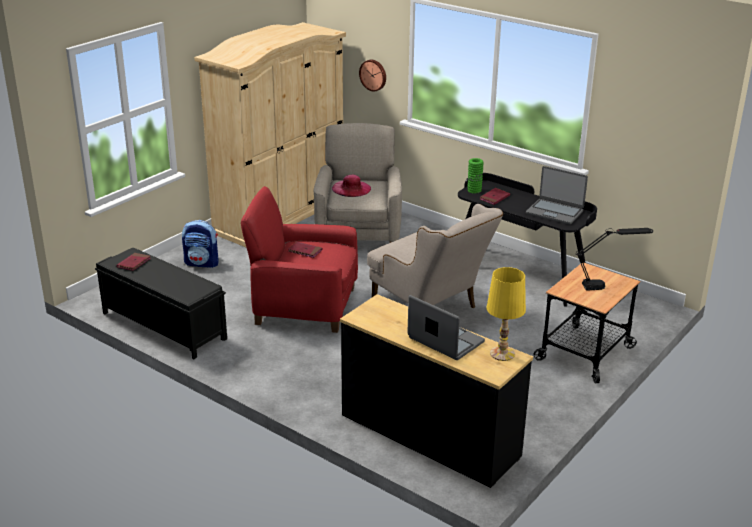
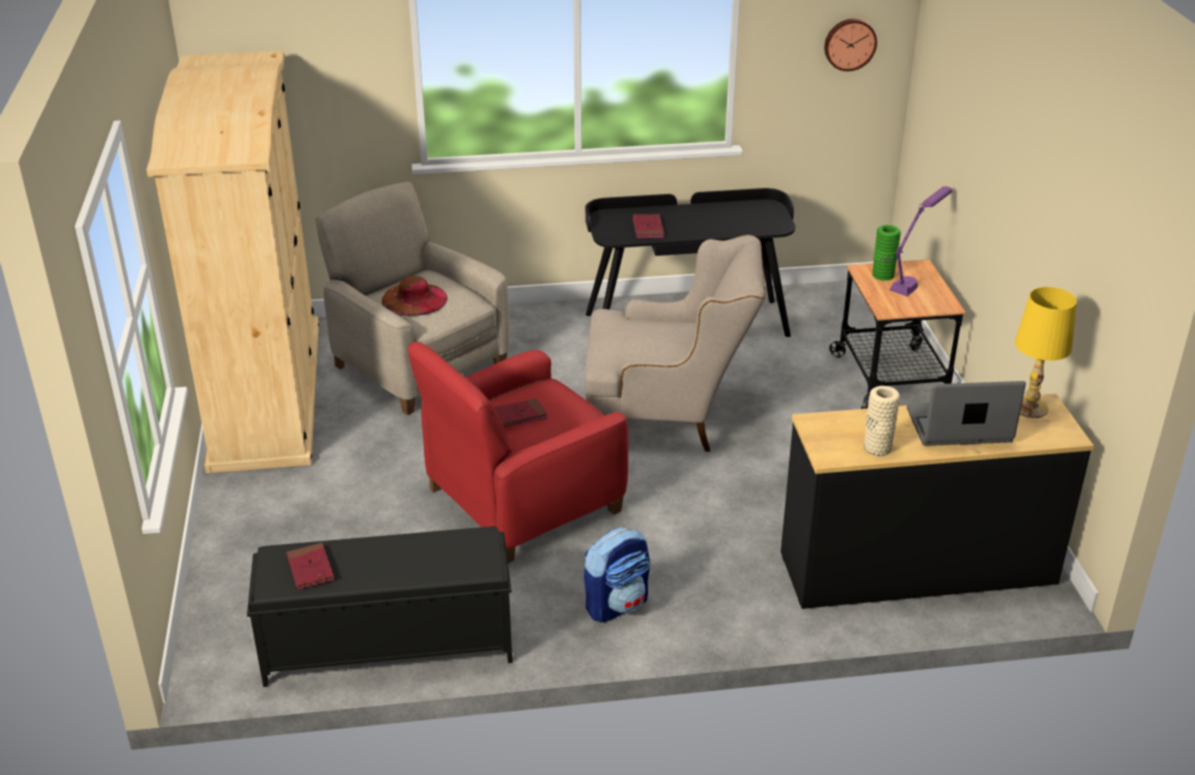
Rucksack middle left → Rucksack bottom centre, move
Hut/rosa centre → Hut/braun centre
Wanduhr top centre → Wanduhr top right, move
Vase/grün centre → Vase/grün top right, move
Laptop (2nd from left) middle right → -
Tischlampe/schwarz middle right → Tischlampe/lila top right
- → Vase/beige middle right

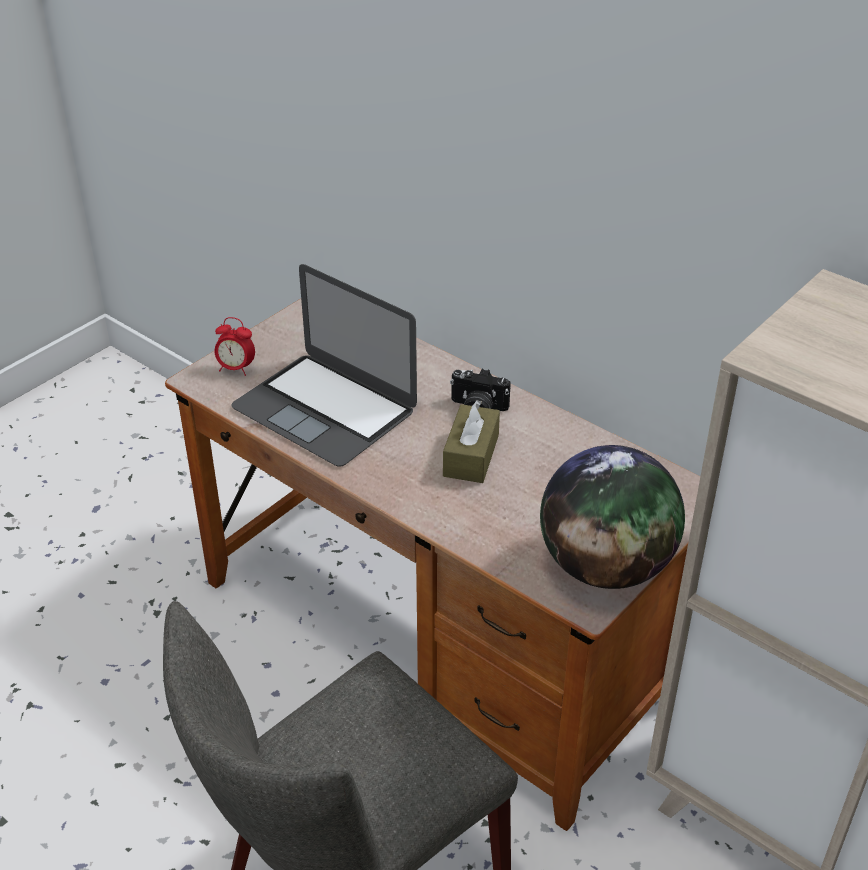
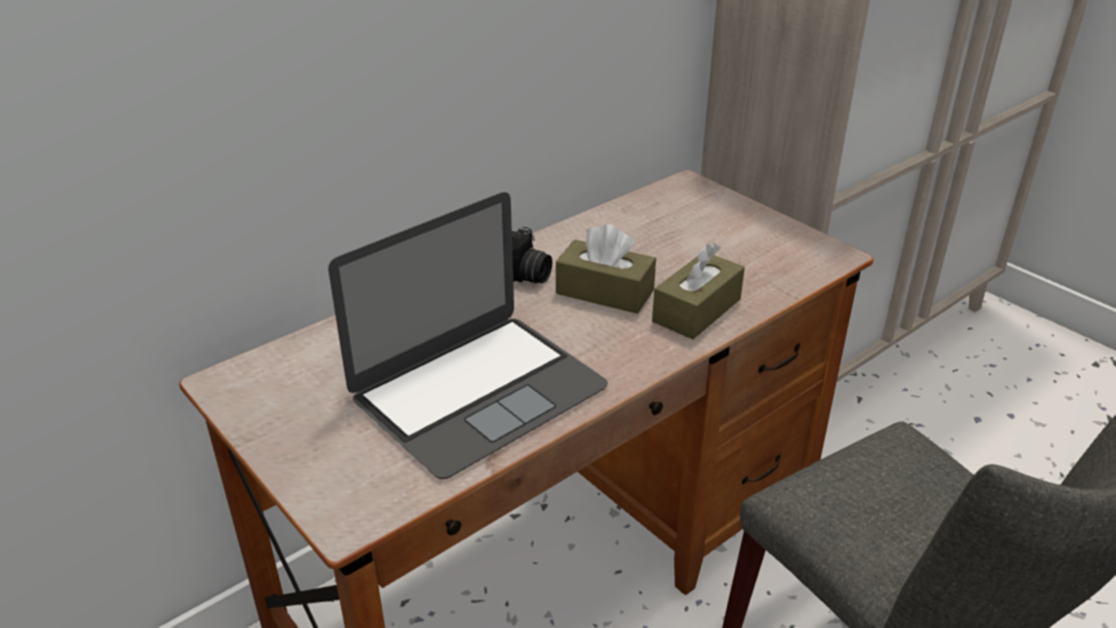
Wecker middle left → -
Globus middle right → -
- → Taschentuchbox/braun (2nd from left) centre

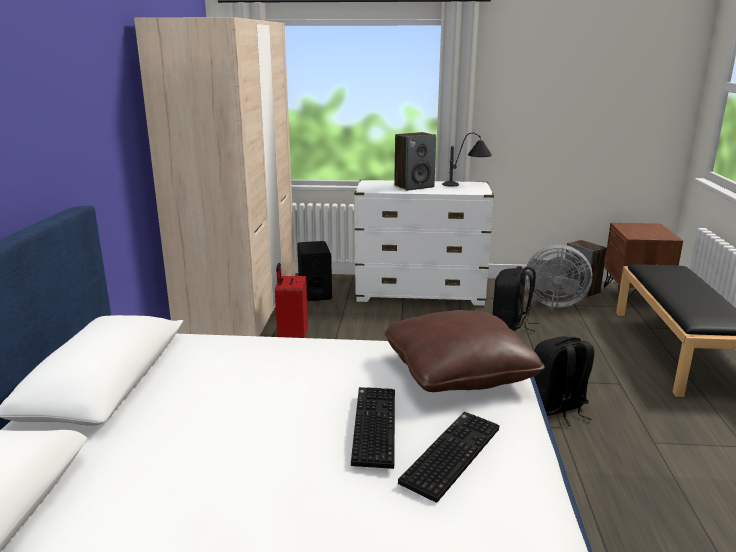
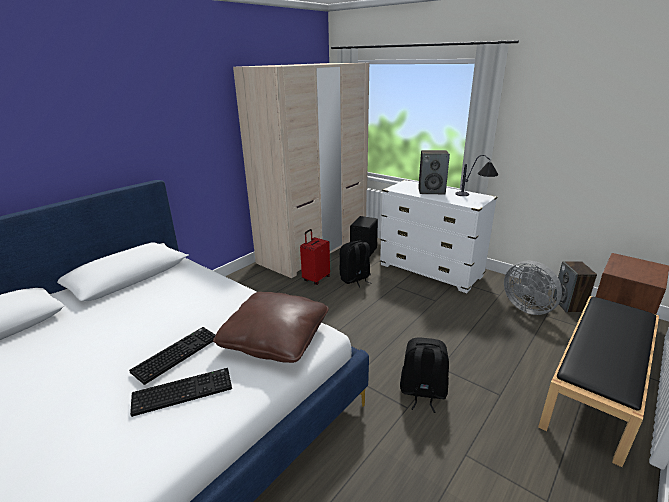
Rucksack/schwarz (1st from left) middle right → Rucksack/schwarz (1st from left) centre, move

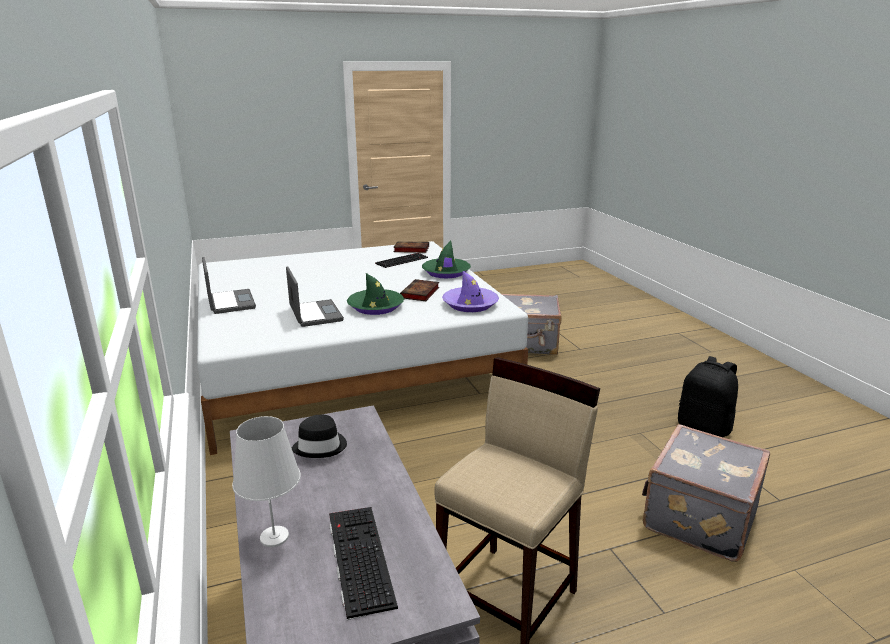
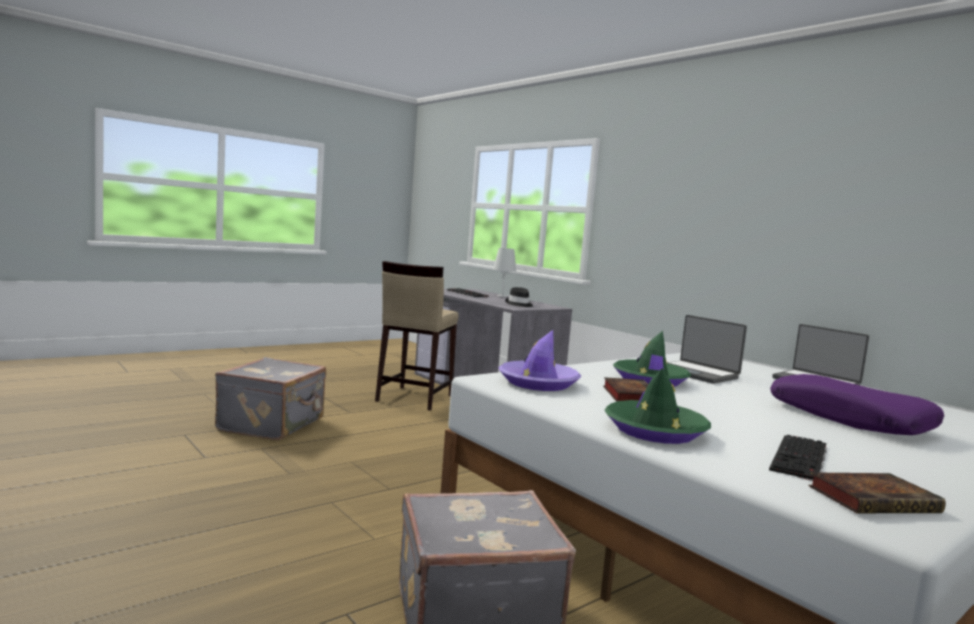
Rucksack/schwarz middle right → -
- → Kissen/lila middle right

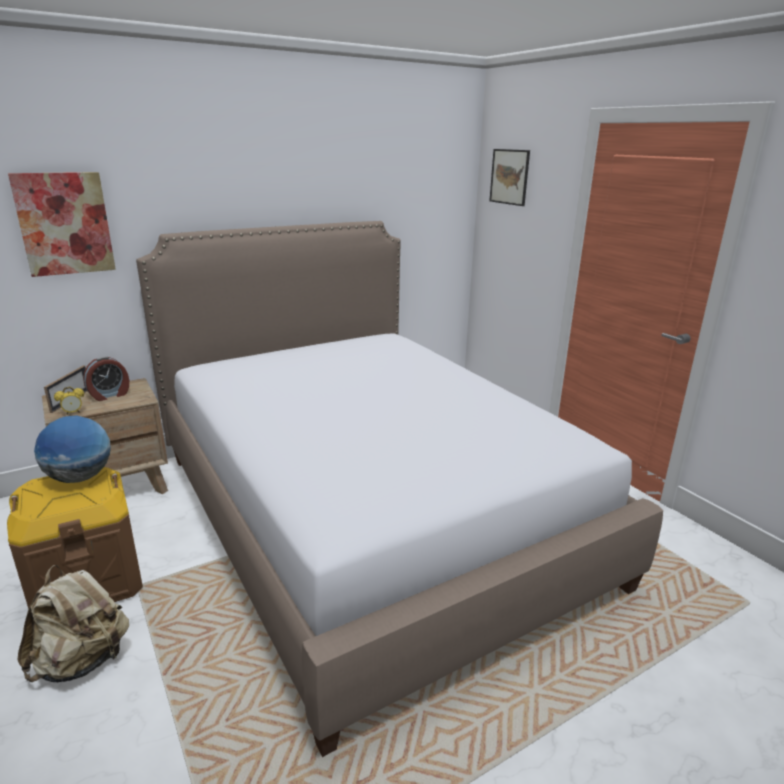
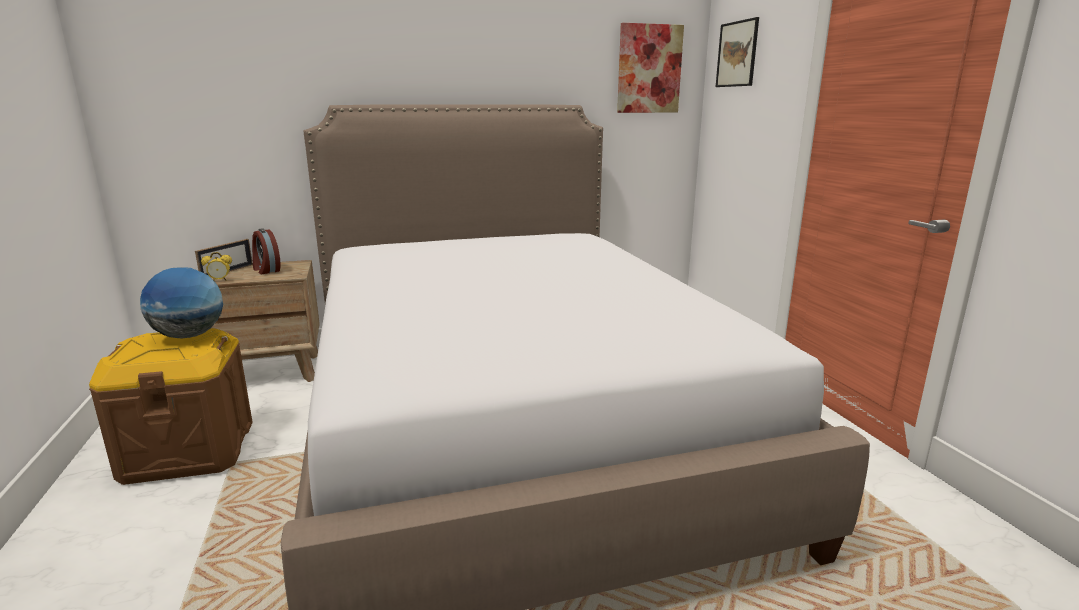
Bild (1st from left) top left → Bild (1st from left) top centre, move
Rucksack/beige bottom left → -
Wecker (2nd from left) middle left, 75 degrees clockwise

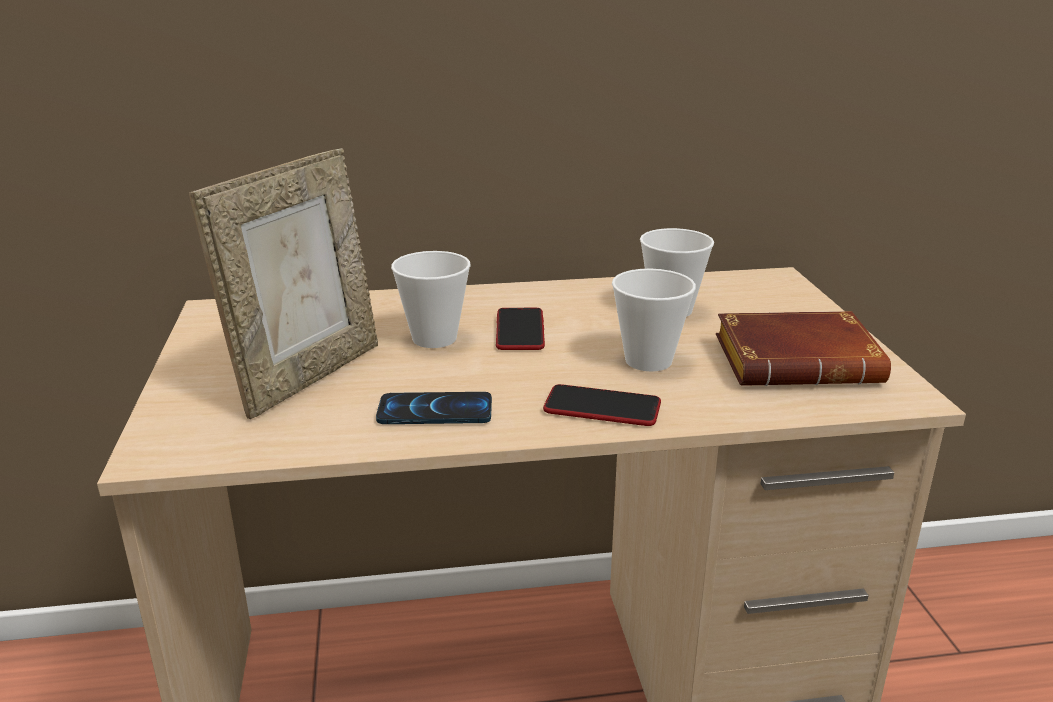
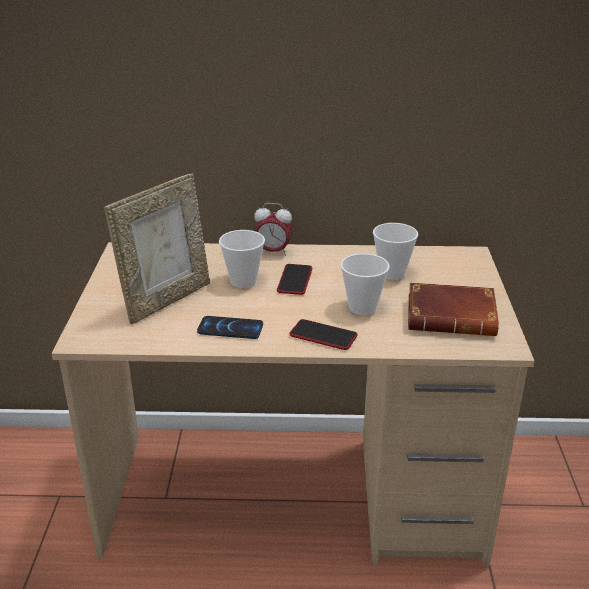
- → Wecker centre

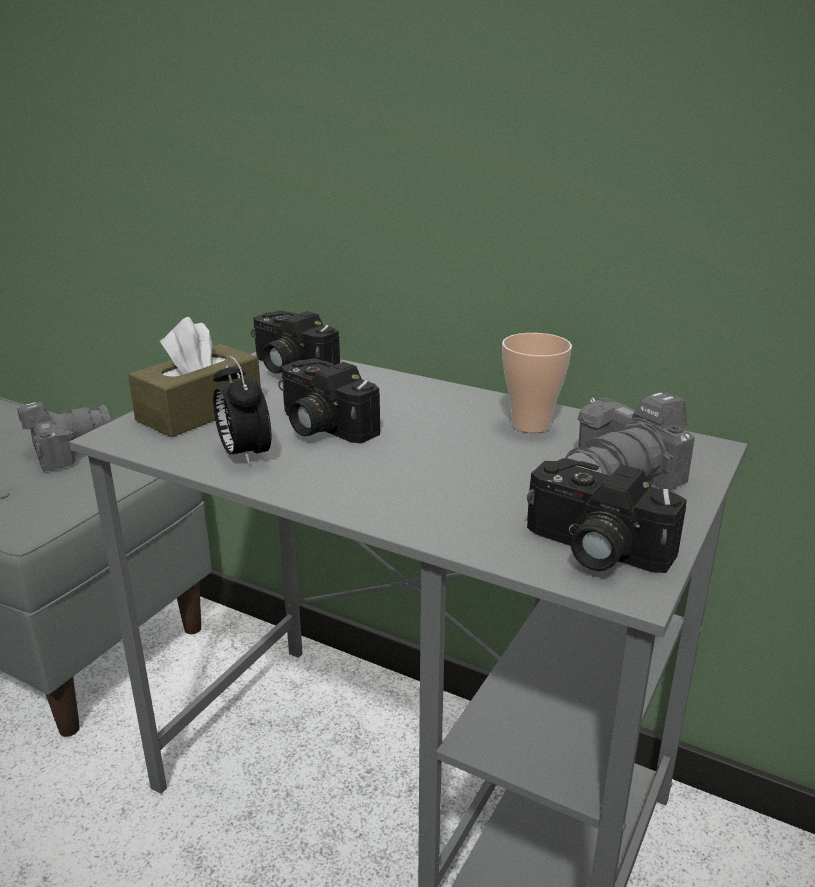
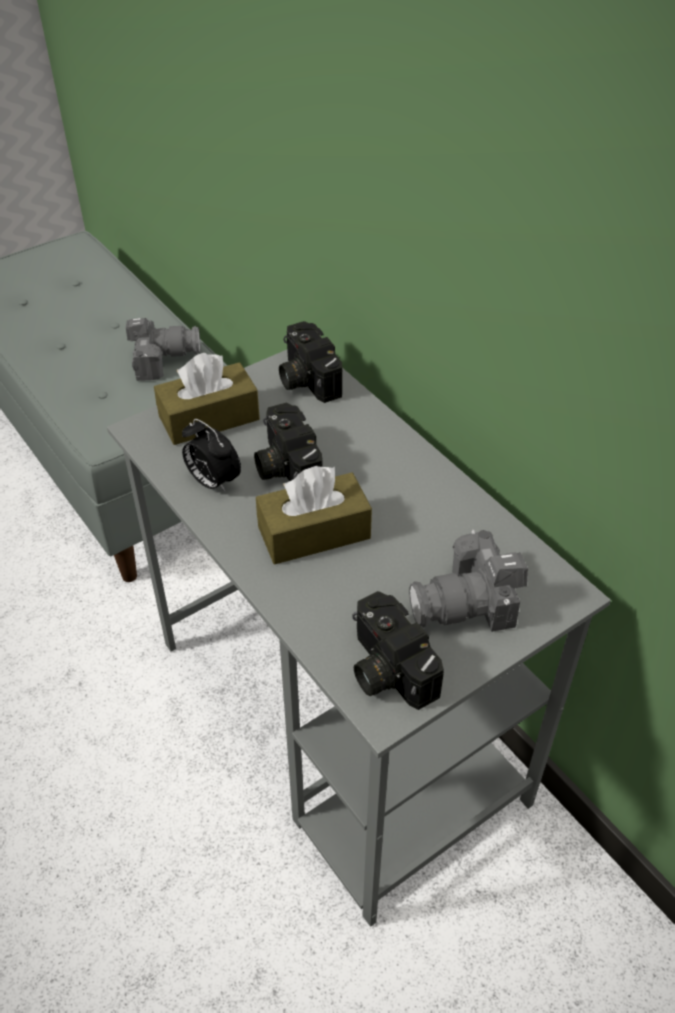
Wecker middle left, 45 degrees counterclockwise
Tasse centre → -
- → Taschentuchbox/braun (2nd from left) centre

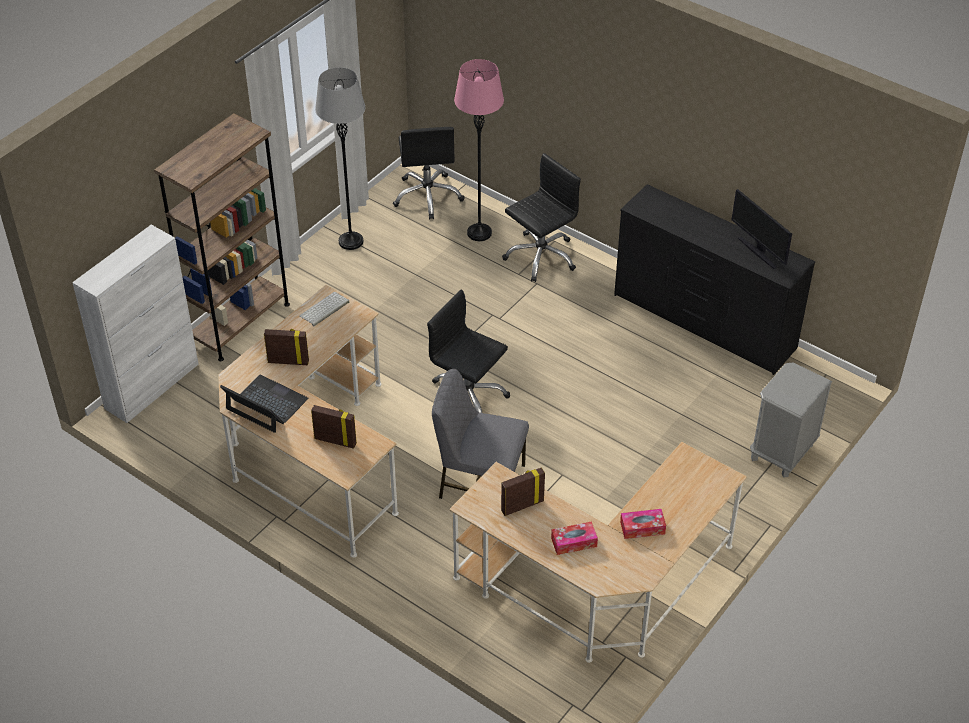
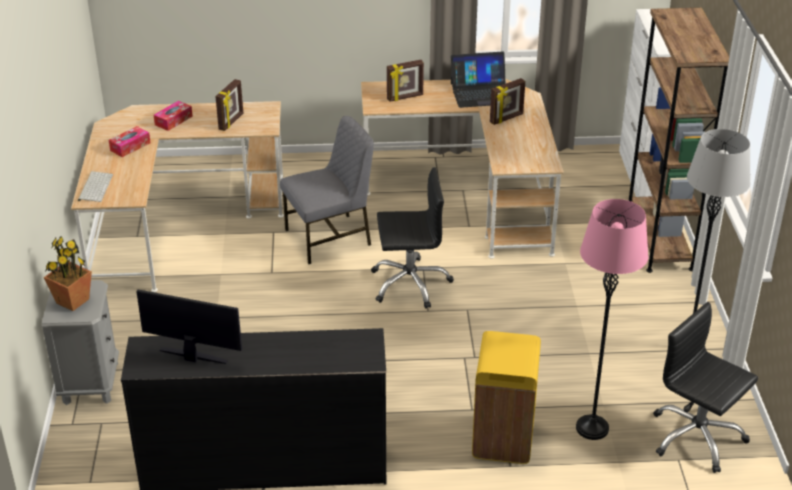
Tastatur centre → Tastatur middle left, move
Bürostuhl/schwarz (3rd from left) top centre → Mülleimer/gelb bottom centre
- → Topfpflanze middle left

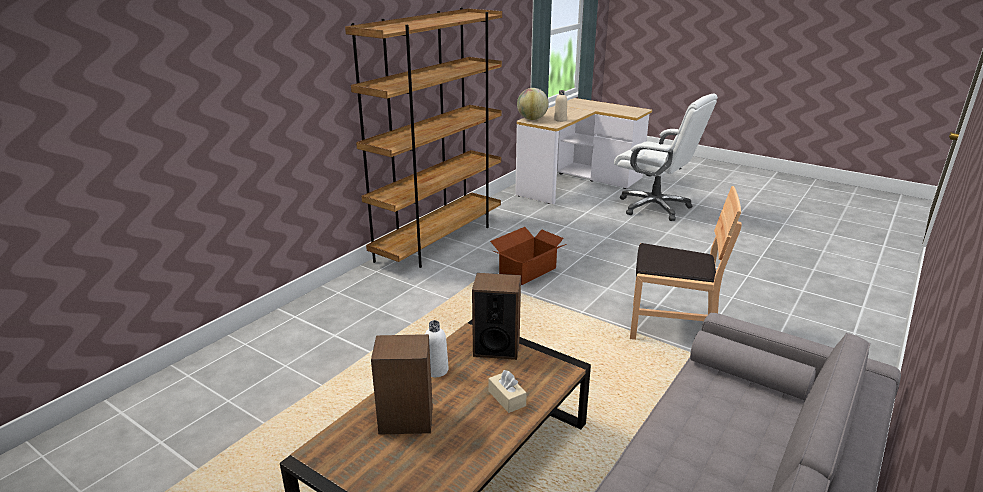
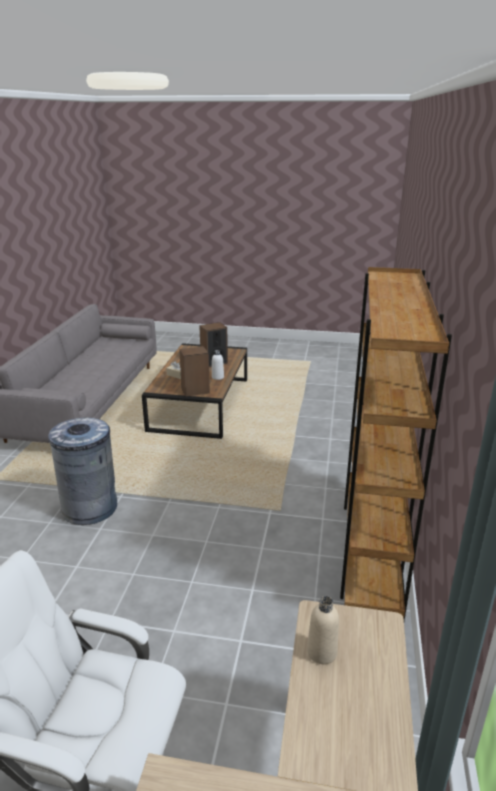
Karton centre → -
Globus top centre → -
Stuhl/braun middle right → Mülleimer/grau middle left

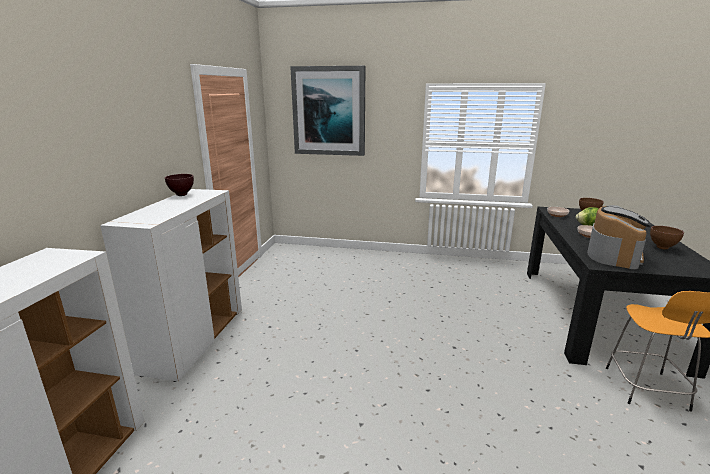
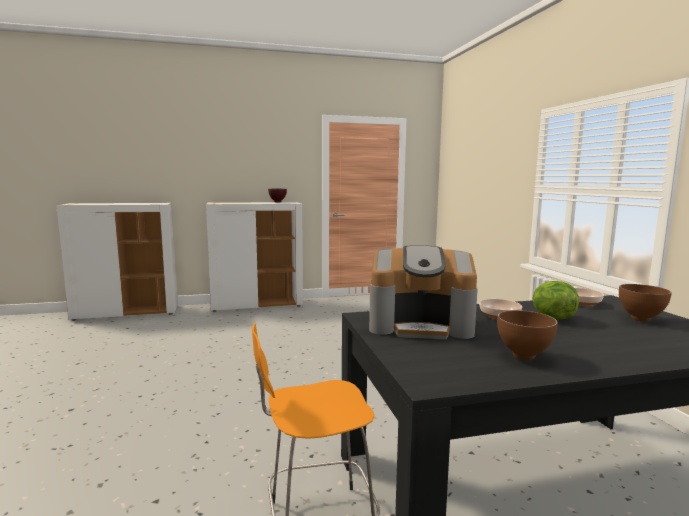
Bild top centre → -

